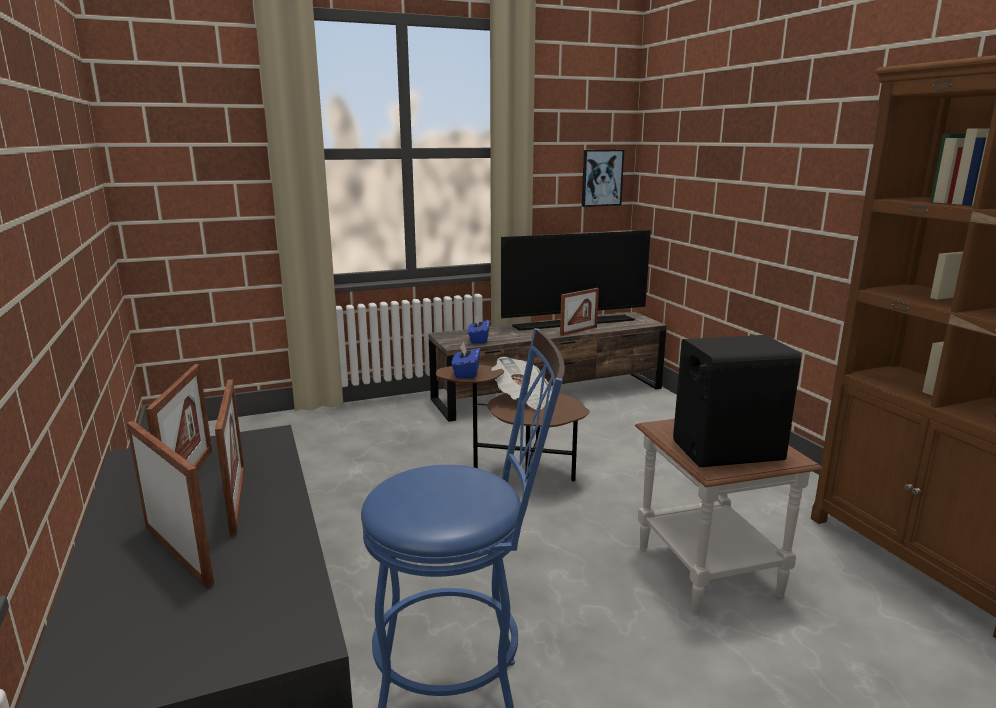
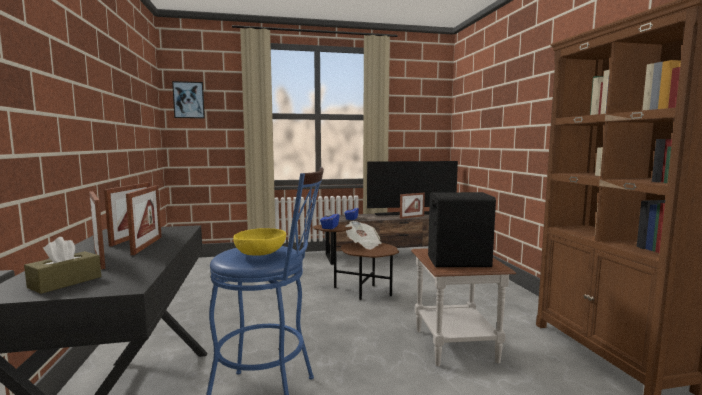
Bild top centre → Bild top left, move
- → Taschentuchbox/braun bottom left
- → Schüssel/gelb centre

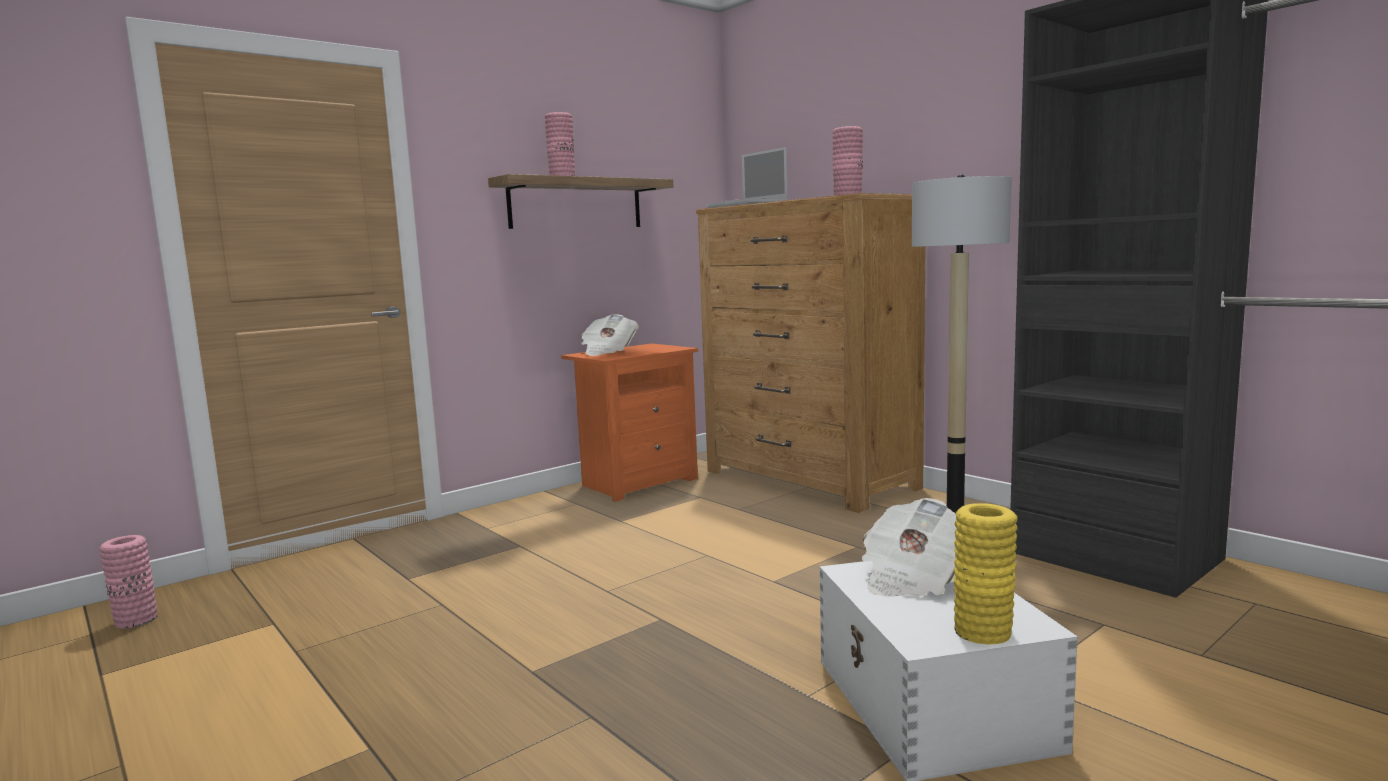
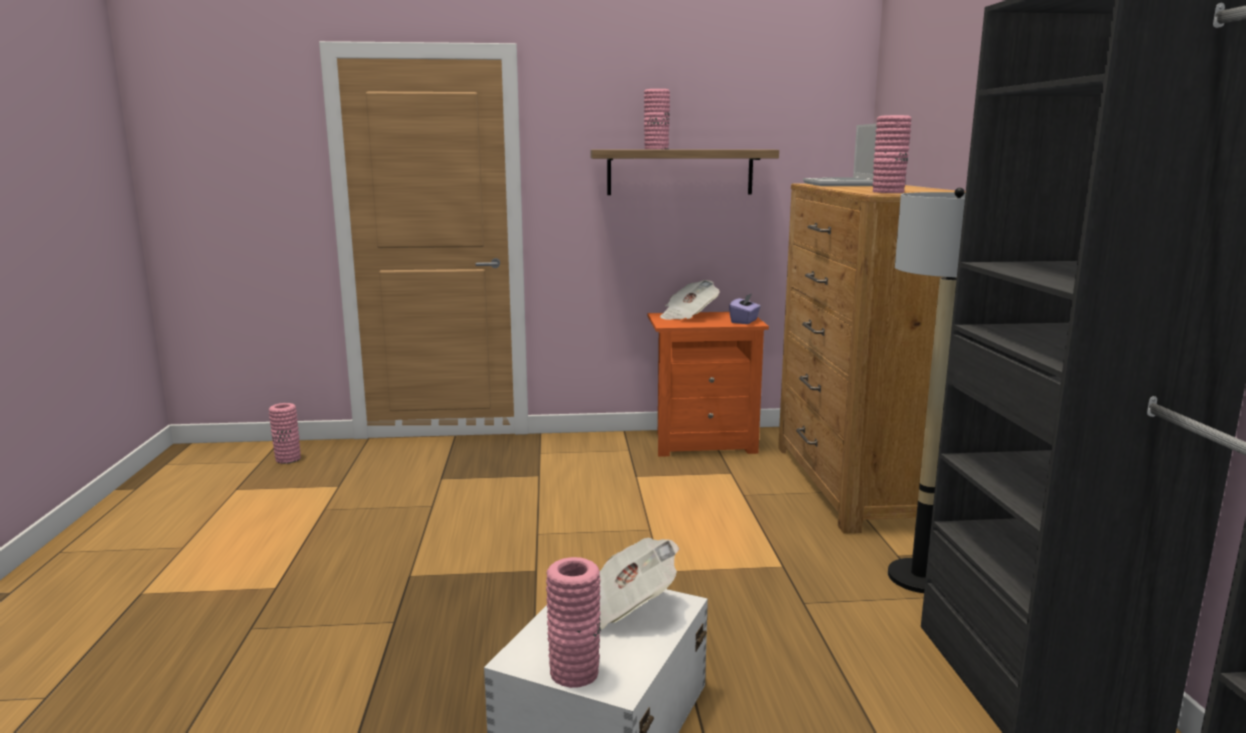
Vase/gelb bottom right → Vase/rosa (2nd from left) bottom centre
- → Taschentuchbox/lila centre

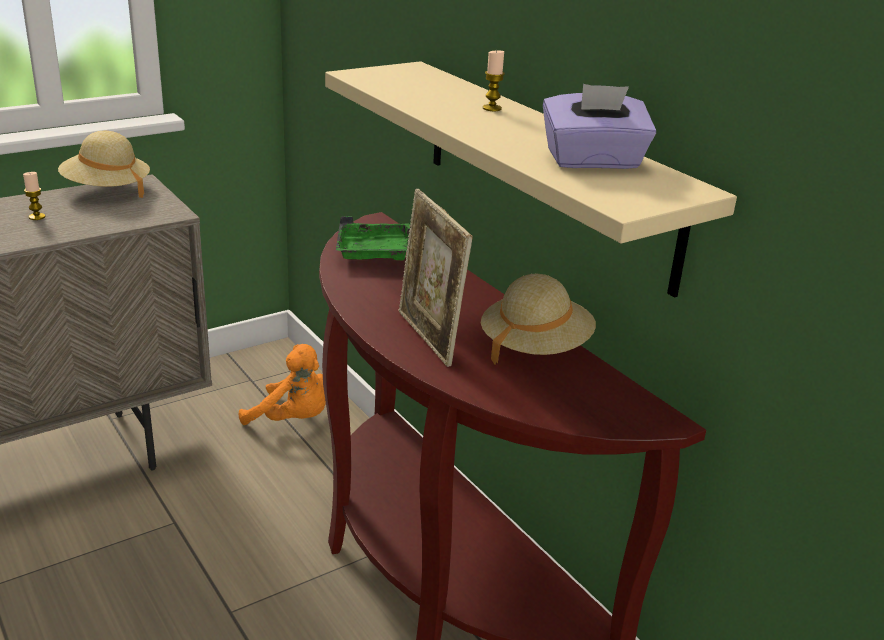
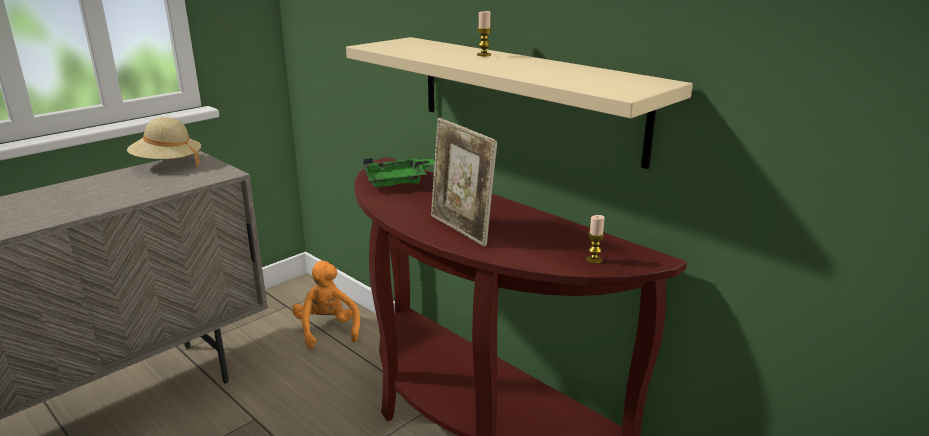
Kerze (1st from left in the first image) top left → Kerze (2nd from left) centre, move
Plüschtier/orange middle left → Plüschtier/orange bottom centre, 120 degrees counterclockwise
Hut/beige (2nd from left) centre → -
Taschentuchbox/lila top right → -

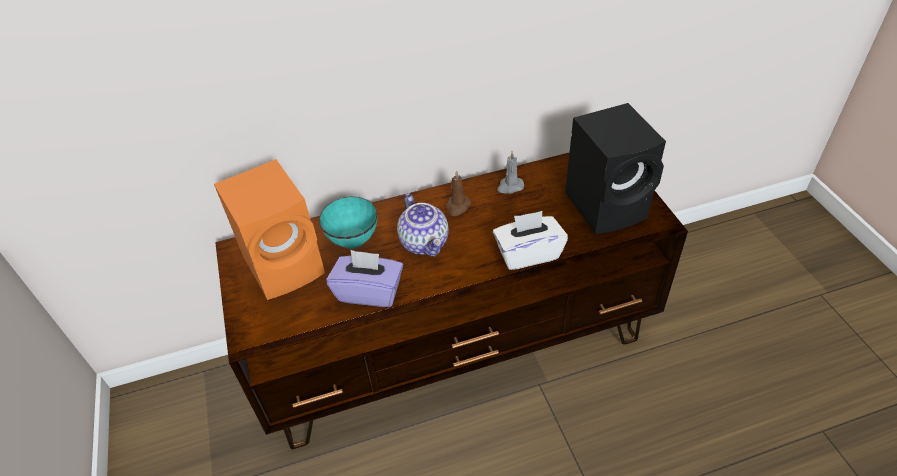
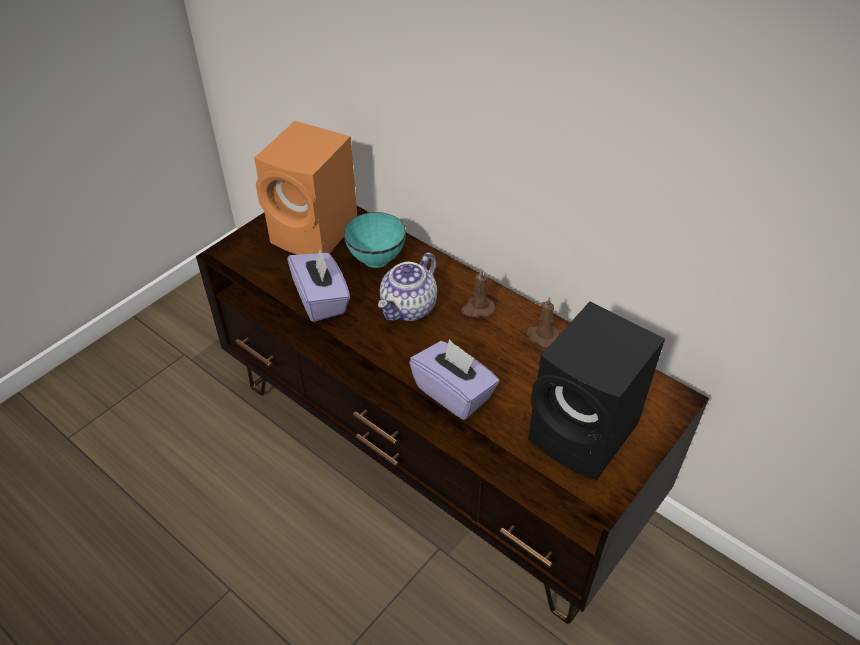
Taschentuchbox/weiß centre → Taschentuchbox/lila (2nd from left) centre
Kerze/grau centre → Kerze/braun (2nd from left) centre

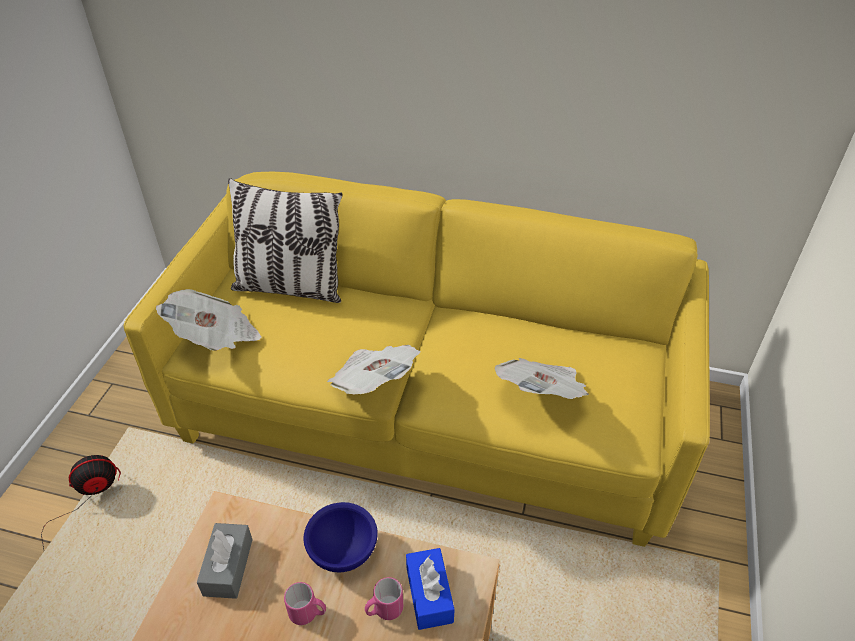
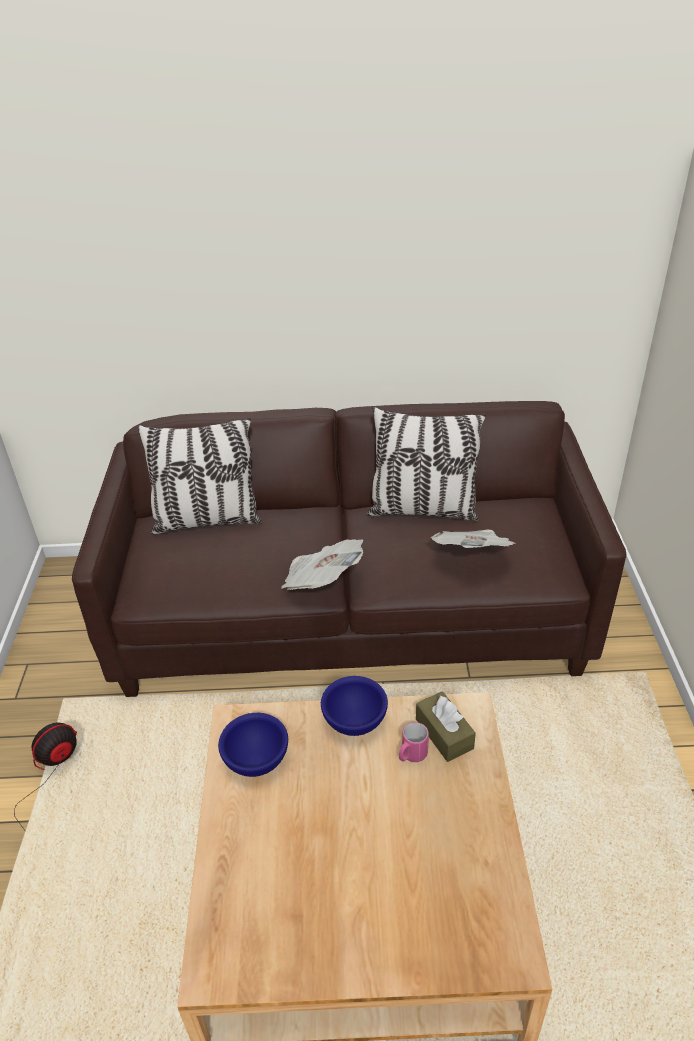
Sofa/gelb centre → Sofa/braun centre
Zeitung (1st from left) middle left → -
Taschentuchbox/grau bottom left → Schüssel/blau (1st from left) bottom centre
Henkelbecher/rosa (1st from left) bottom centre → -
Taschentuchbox/blau bottom centre → Taschentuchbox/braun bottom centre
- → Kissen (2nd from left) centre

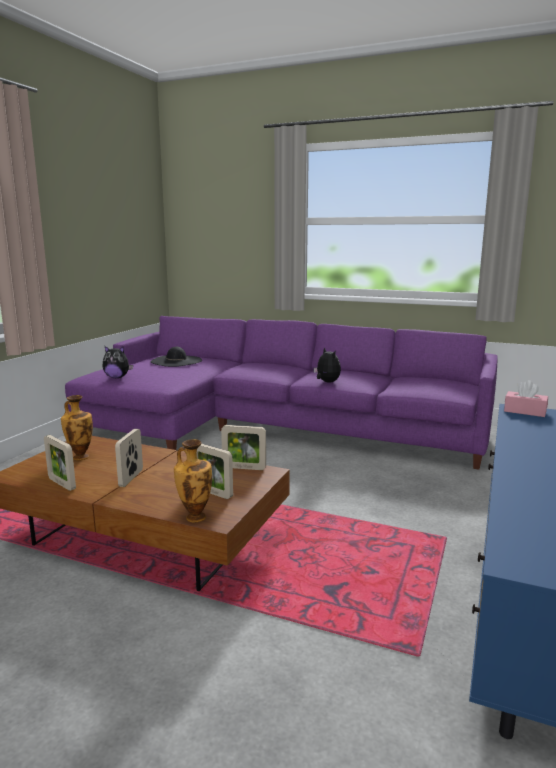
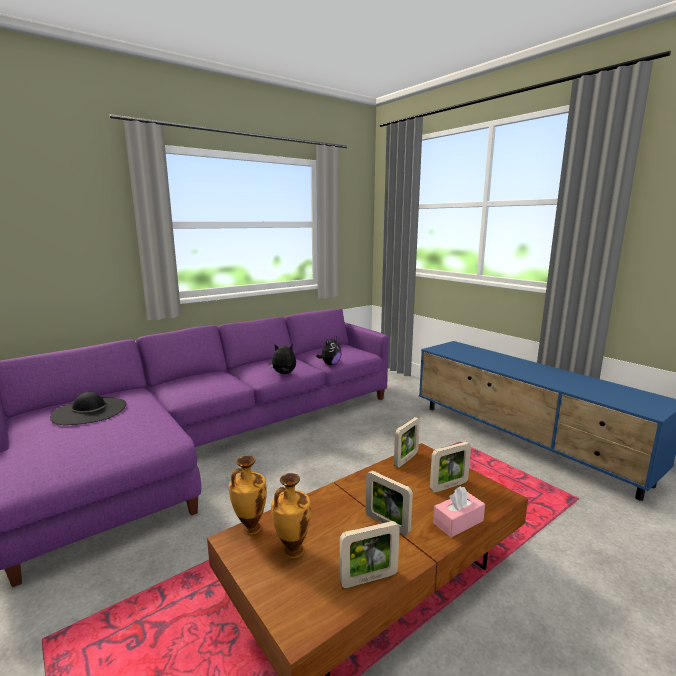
Plüschtier (1st from left in the first image) middle left → Plüschtier (2nd from left) centre, move
Vase (2nd from left in the first image) centre → Vase (1st from left) bottom centre, move
Taschentuchbox/rosa middle right → Taschentuchbox/rosa bottom right, move

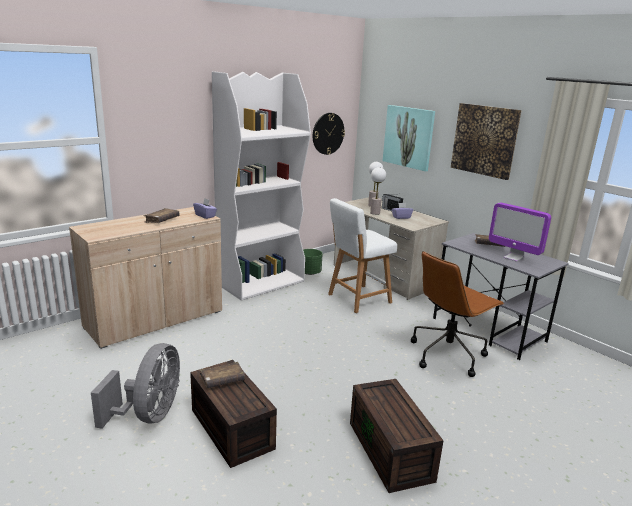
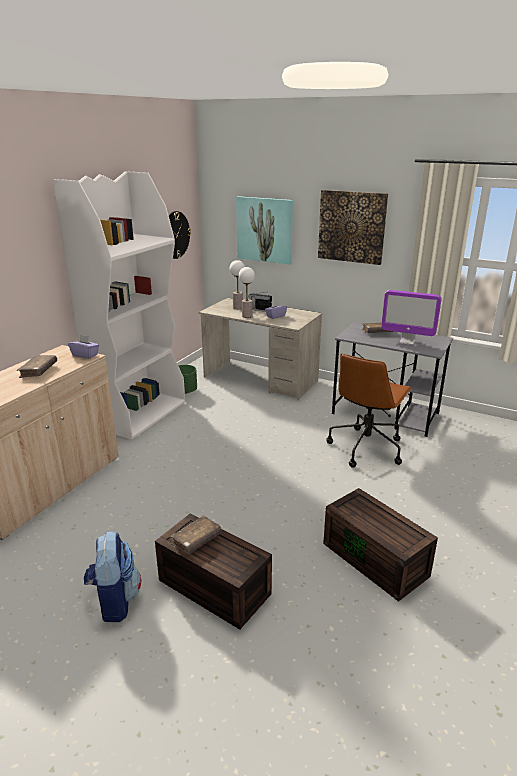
Ventilator/grau bottom left → Rucksack bottom left
Hocker/weiß centre → -

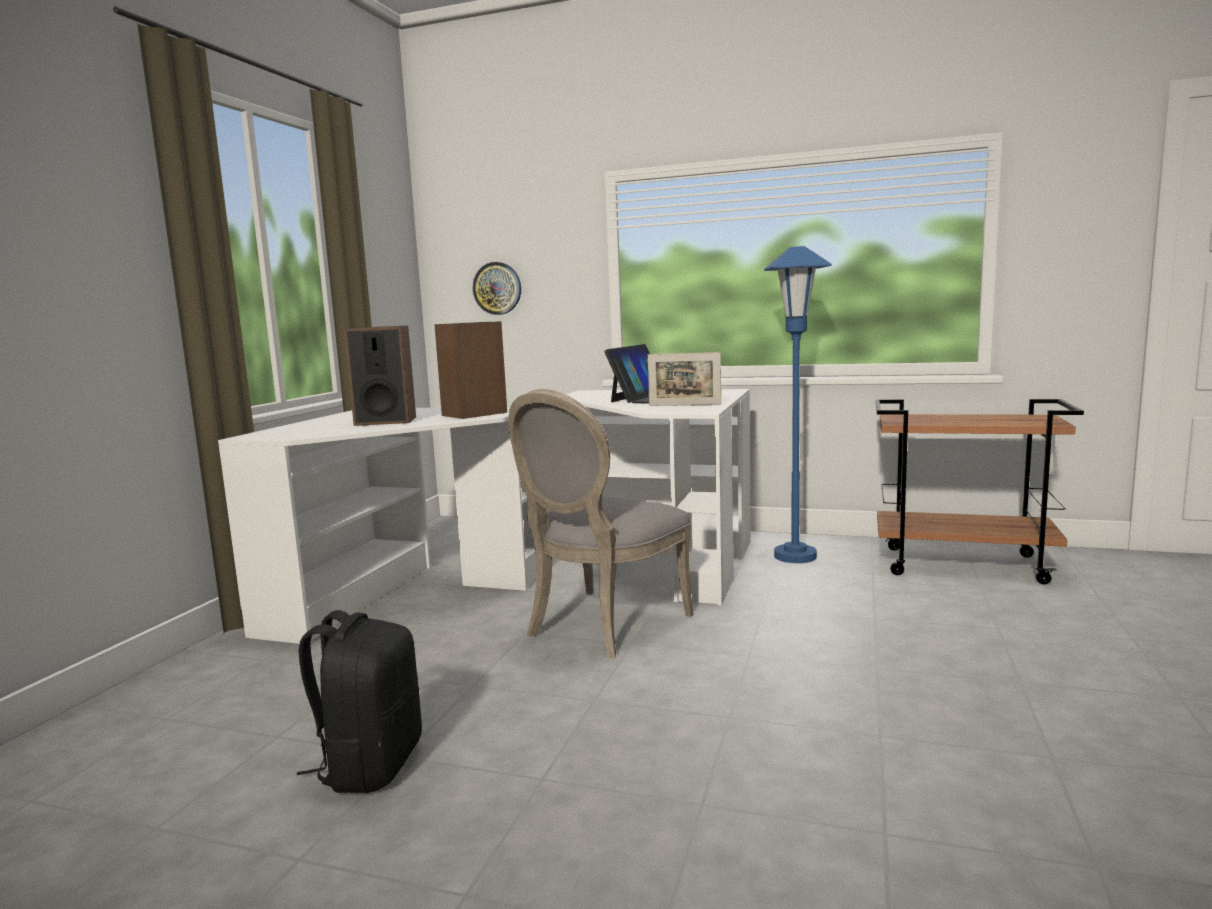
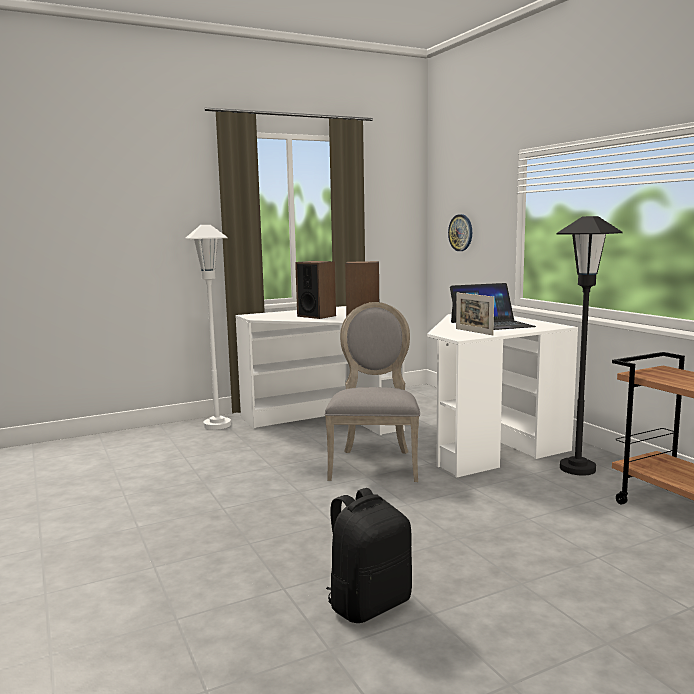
Rucksack/schwarz bottom left → Rucksack/schwarz bottom centre, move
Stuhl/grau centre, 105 degrees clockwise
Stehlampe/blau centre → Stehlampe/schwarz middle right
- → Stehlampe/weiß middle left

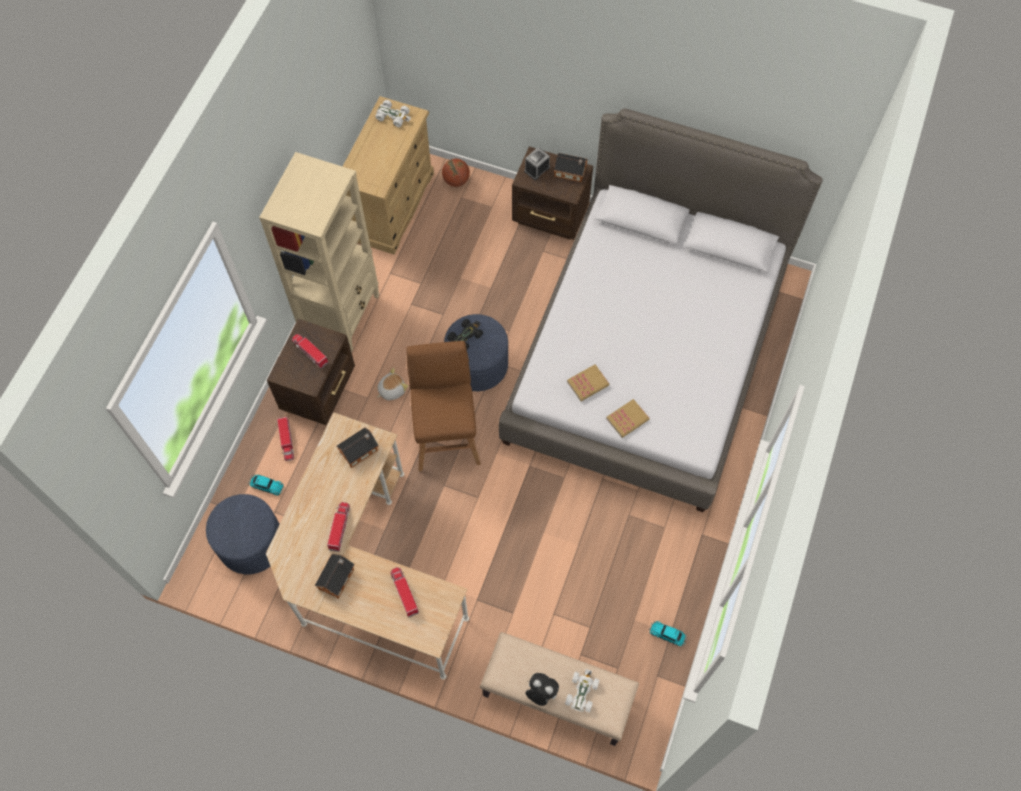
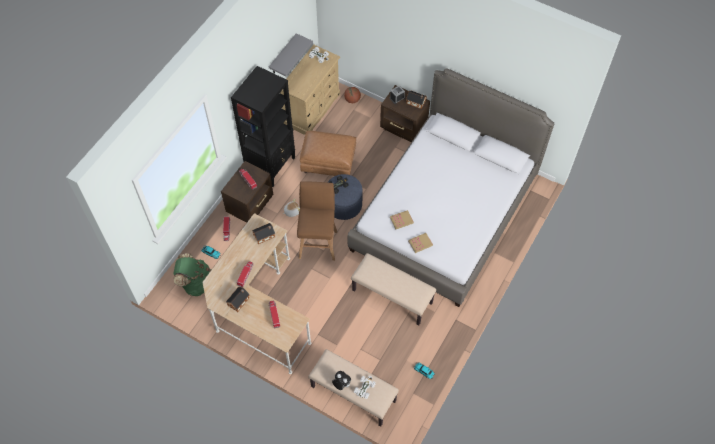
Polsterhocker/blau (1st from left) bottom left → Rucksack/grün middle left
Bücherregal/beige top left → Bücherregal/schwarz top centre
- → Wandregal/grau top centre
- → Polsterhocker/braun centre
- → Bank/beige (2nd from left) centre

